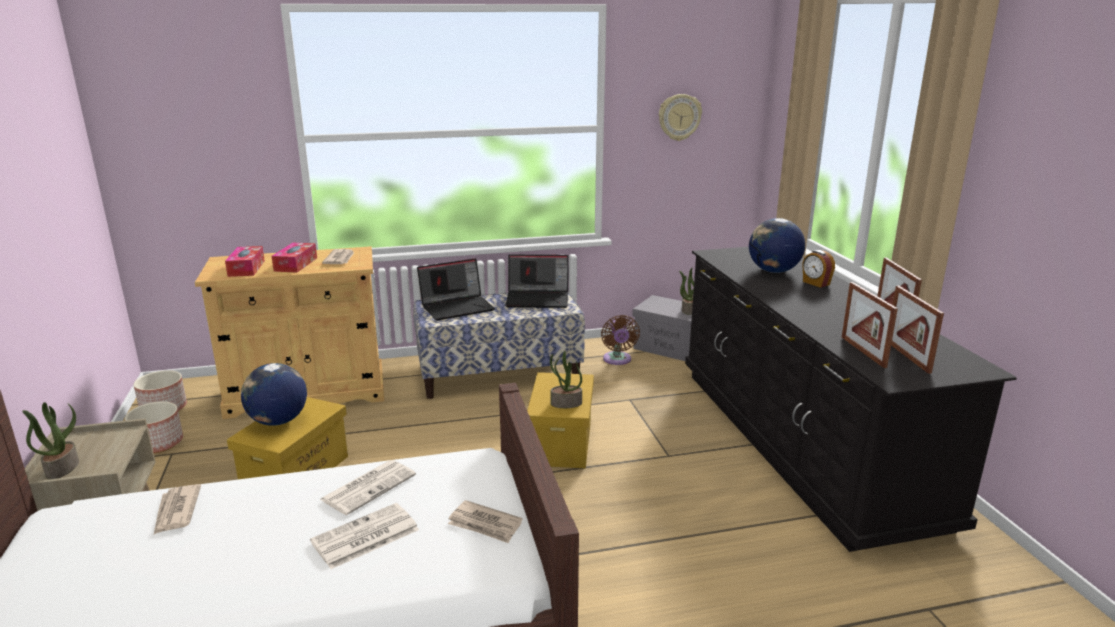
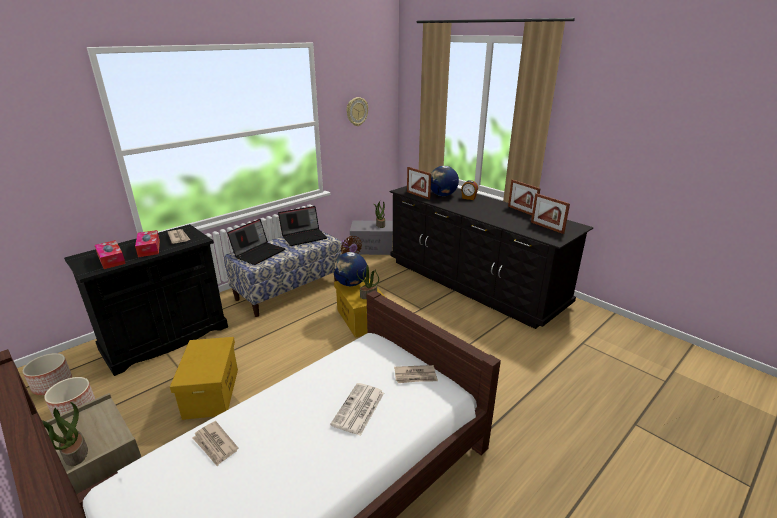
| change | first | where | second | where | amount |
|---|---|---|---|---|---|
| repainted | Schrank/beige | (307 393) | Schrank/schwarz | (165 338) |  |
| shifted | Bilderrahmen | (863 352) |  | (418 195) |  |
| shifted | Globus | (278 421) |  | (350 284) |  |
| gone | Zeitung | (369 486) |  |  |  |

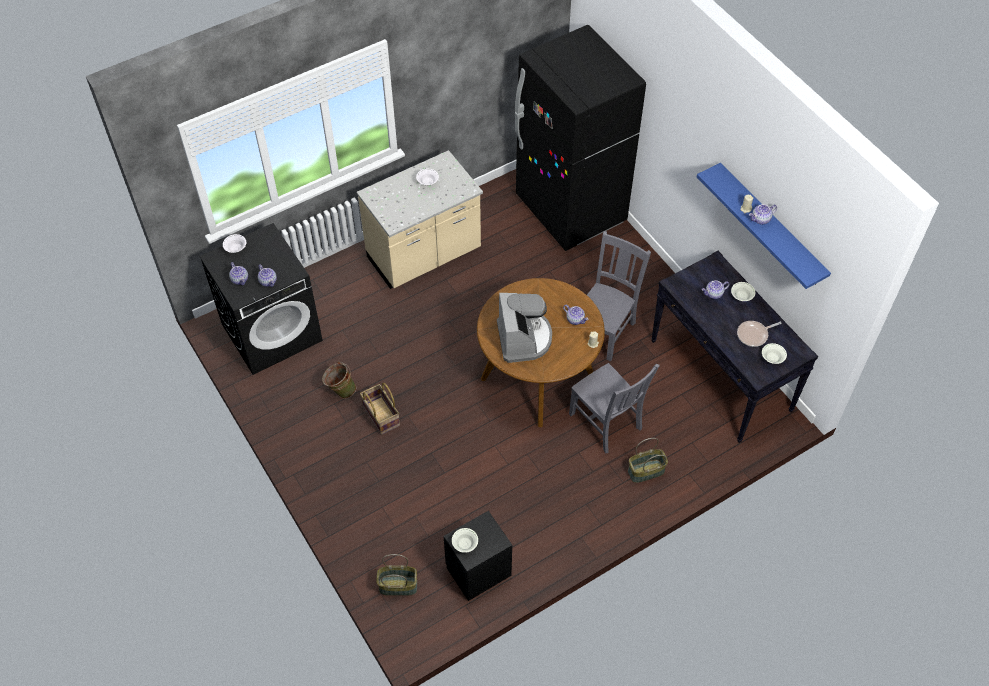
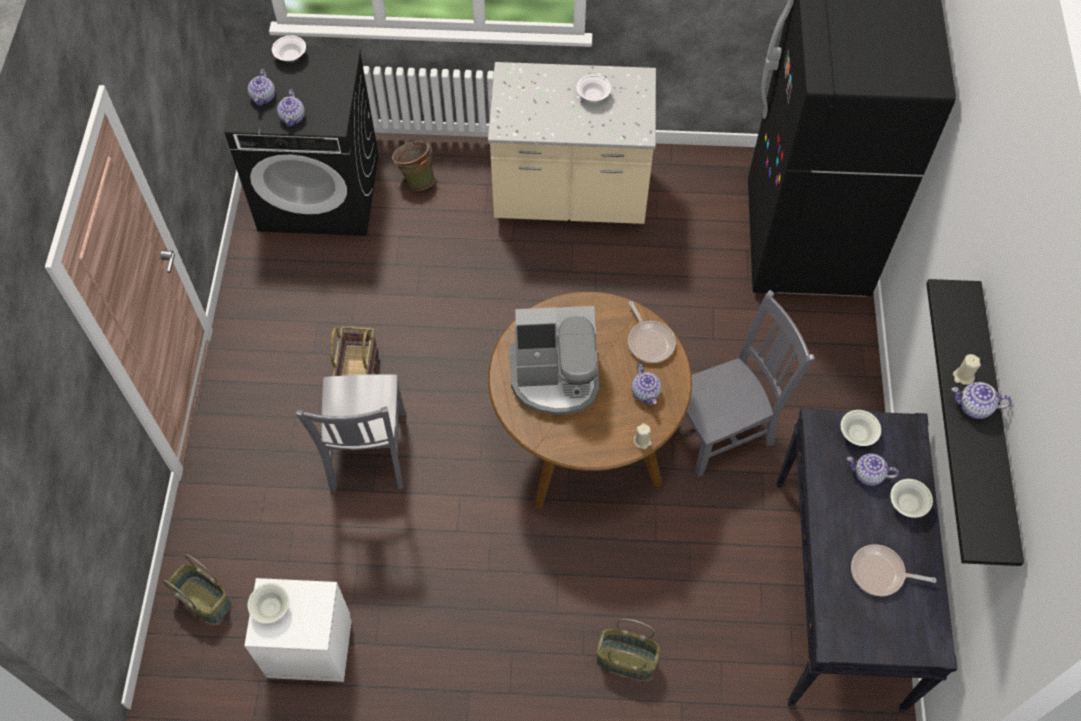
| change | first | where | second | where | amount |
|---|---|---|---|---|---|
| repainted | Wandregal/blau | (770 225) | Wandregal/schwarz | (992 425) |  |
| rotated | Kaffeemaschine | (524 338) |  | (555 377) | 60 degrees clockwise |
| shifted | Schüssel/weiß | (772 359) |  | (857 434) |  |
| shifted | Eimer/grün | (340 390) |  | (416 179) |  |
| shifted | Stuhl/grau | (606 423) |  | (367 453) |  |
| repainted | Nachttisch/schwarz | (477 571) | Nachttisch/weiß | (308 646) |  |
| new |  |  | Pfanne | (649 341) |  |

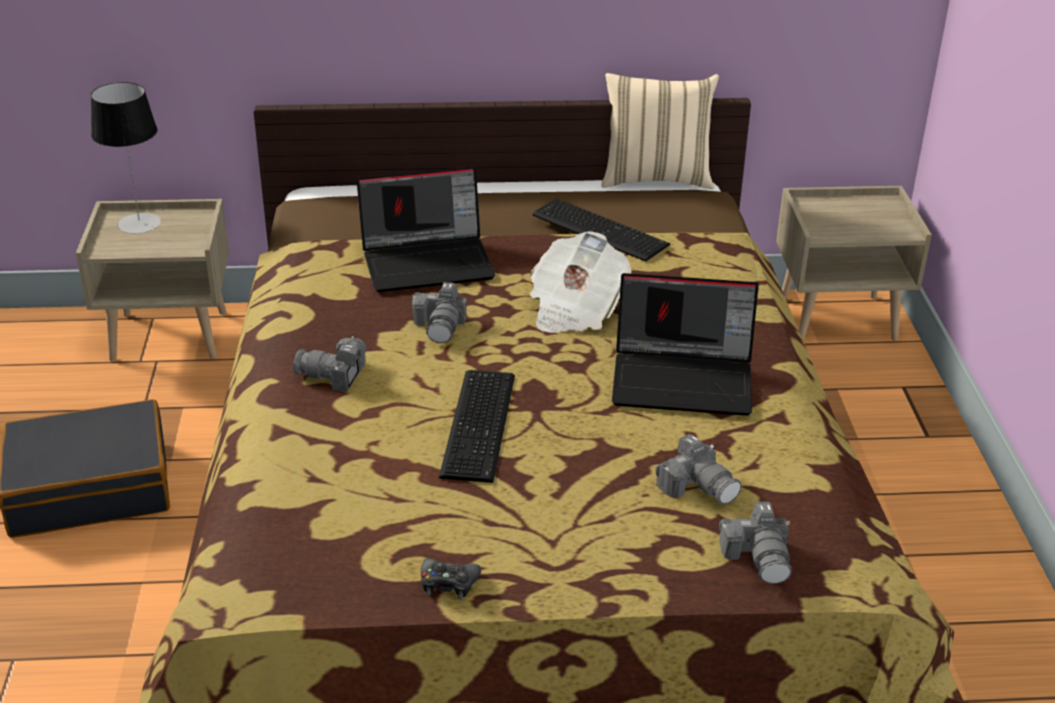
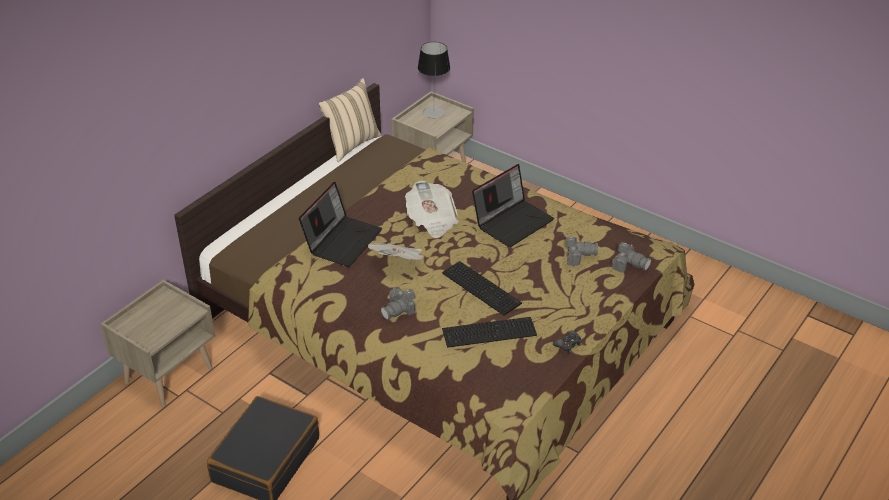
| change | first | where | second | where | amount |
|---|---|---|---|---|---|
| shifted | Tischlampe | (139 223) |  | (434 112) |  |
| shifted | Tastatur | (600 228) |  | (487 331) |  |
| swapped | Kamera | (441 326) | Zeitung | (399 262) |  |

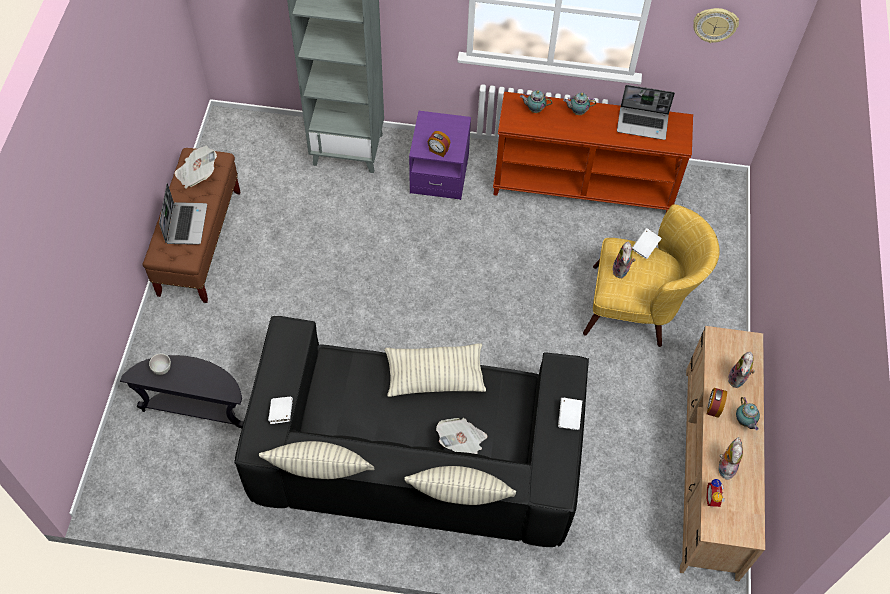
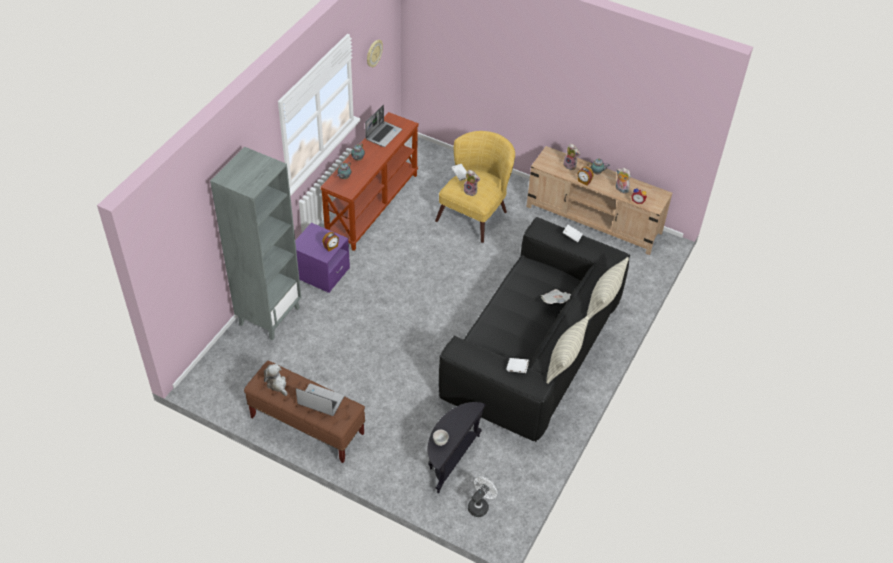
| change | first | where | second | where | amount |
|---|---|---|---|---|---|
| swapped | Zeitung | (197 174) | Plüschtier | (277 384) |  |
| gone | Kissen | (434 376) |  |  |  |
| new |  |  | Ventilator/weiß | (480 505) |  |

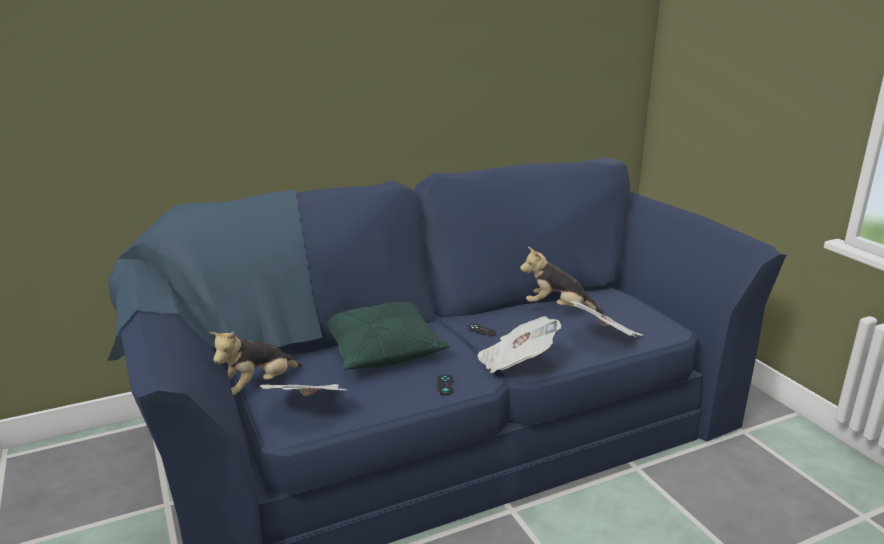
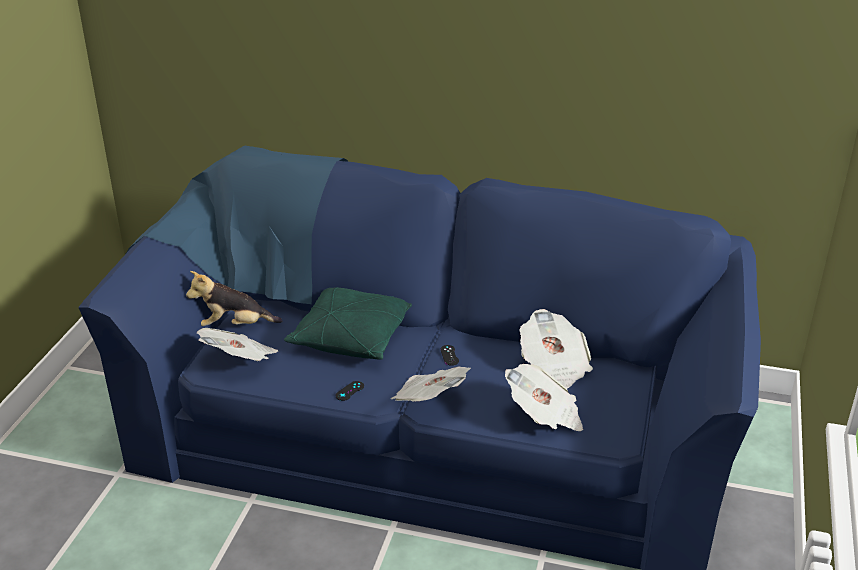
| change | first | where | second | where | amount |
|---|---|---|---|---|---|
| swapped | Plüschtier | (558 308) | Zeitung | (554 366) |  |

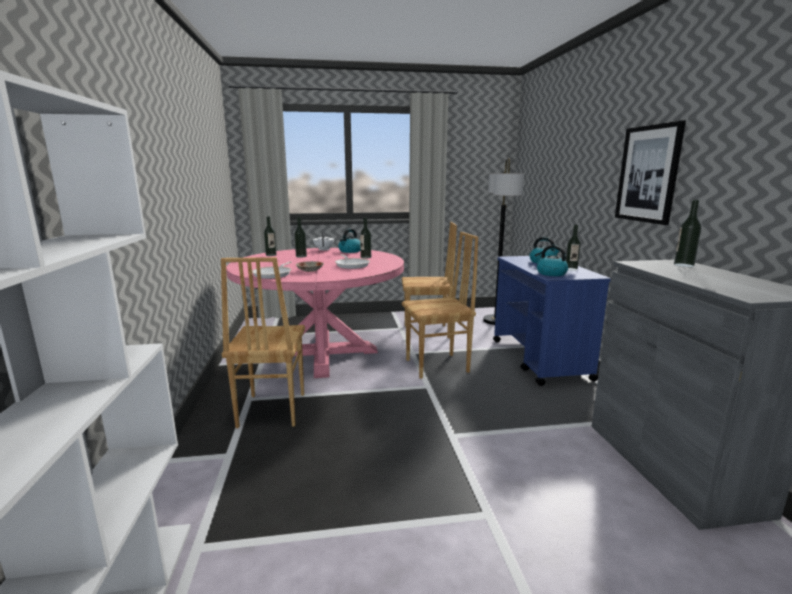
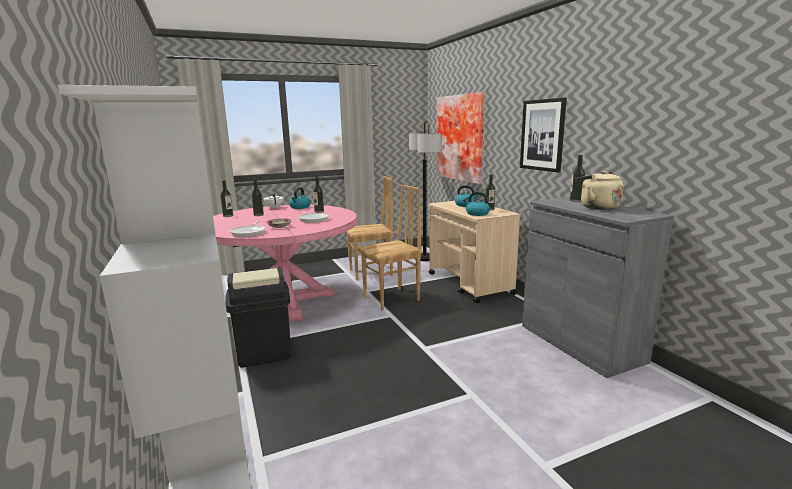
| change | first | where | second | where | amount |
|---|---|---|---|---|---|
| repainted | Rollwagen/blau | (540 359) | Rollwagen/beige | (469 284) |  |
| swapped | Stuhl/braun | (270 410) | Mülleimer/schwarz | (264 353) |  |
| new |  |  | Bild | (461 138) |  |
| new |  |  | Wasserkessel/beige | (597 207) |  |

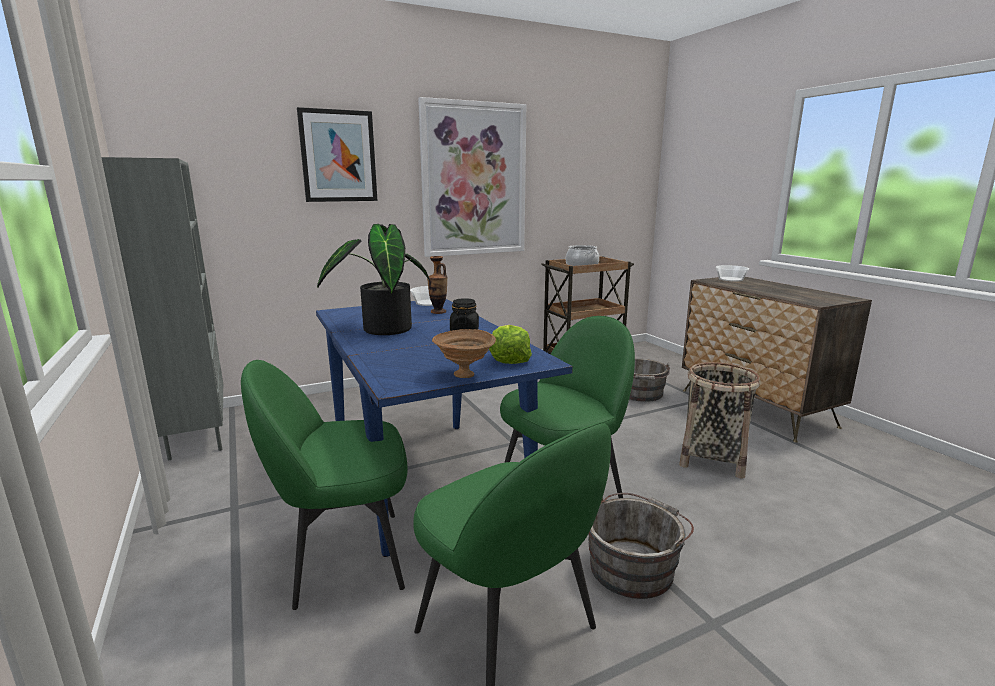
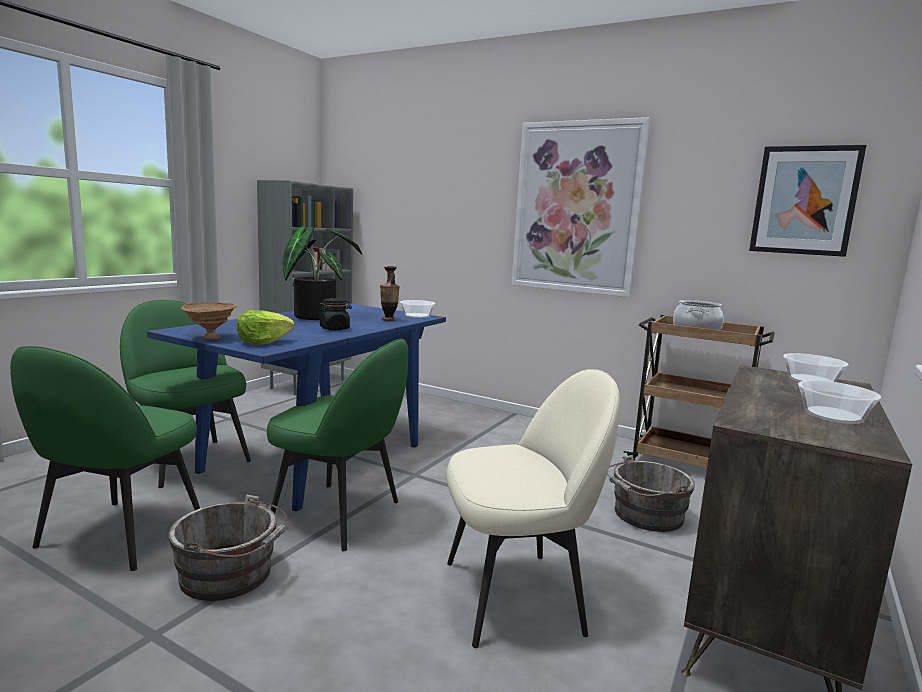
| change | first | where | second | where | amount |
|---|---|---|---|---|---|
| shifted | Bild | (338 156) |  | (804 200) |  |
| swapped | Korb | (713 459) | Stuhl/beige | (517 596) |  |
| new |  |  | Schüssel | (832 415) |  |

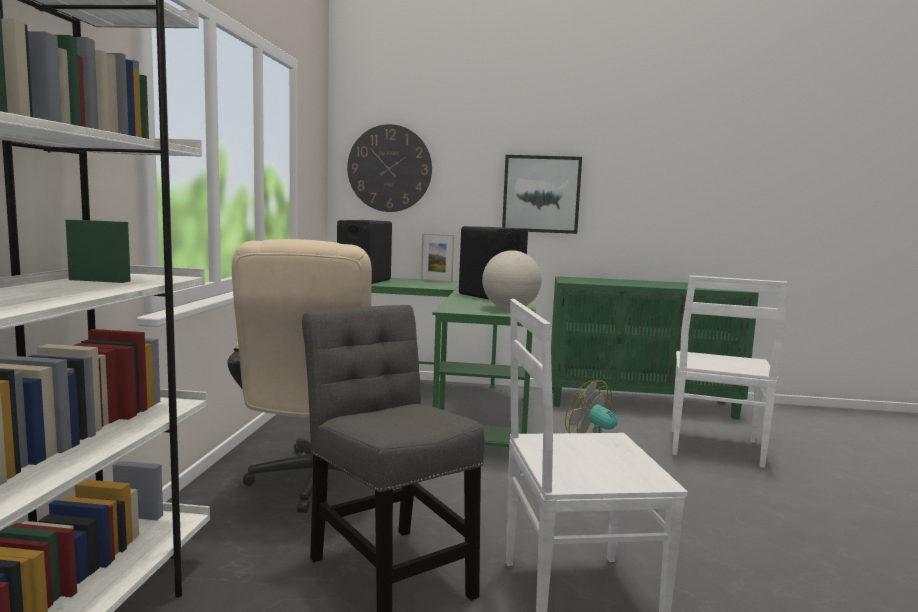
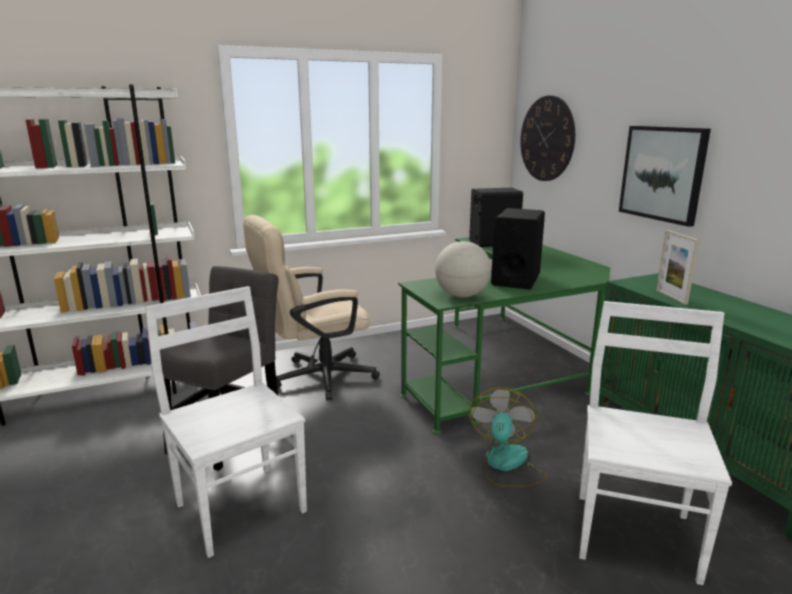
| change | first | where | second | where | amount |
|---|---|---|---|---|---|
| shifted | Bilderrahmen | (436 281) |  | (671 297) |  |
| rotated | Stuhl/weiß | (714 449) |  | (635 533) | 120 degrees clockwise |

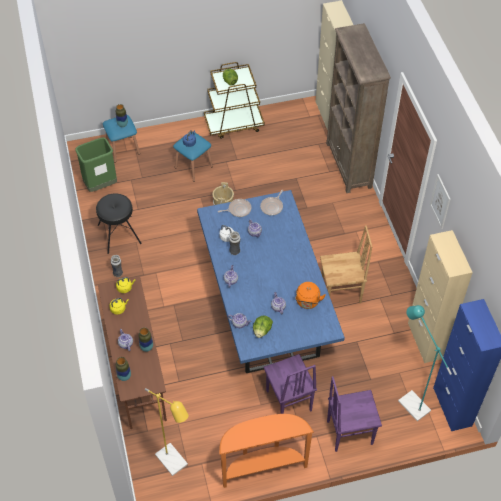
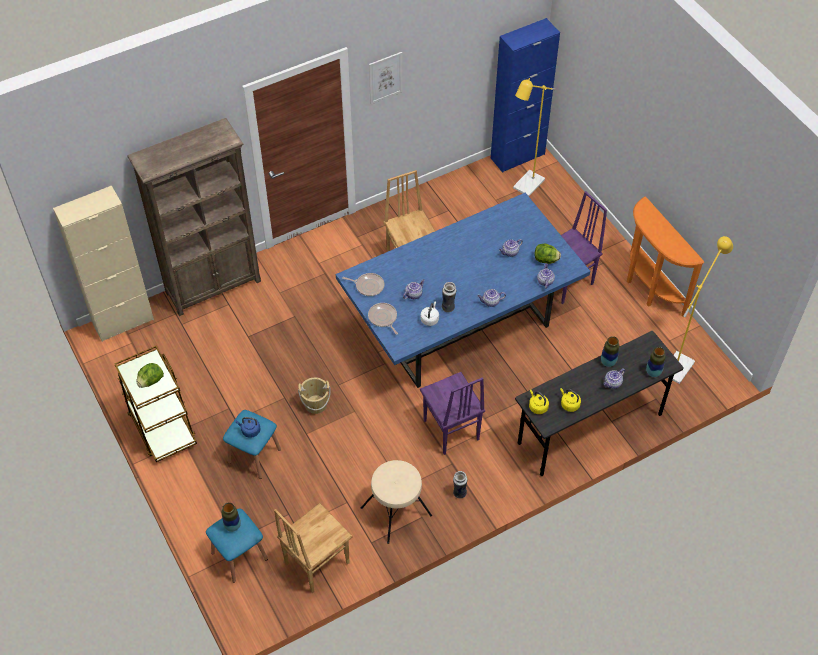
| change | first | where | second | where | amount |
|---|---|---|---|---|---|
| swapped | Mülleimer/grün | (101 185) | Stuhl/braun | (316 563) |  |
| repainted | Hocker/schwarz | (119 234) | Hocker/beige | (396 512) |  |
| gone | Schrank/beige | (426 340) |  |  |  |
| repainted | Schreibtisch/braun | (137 372) | Schreibtisch/grau | (590 430) |  |
| gone | Wasserkessel/orange | (307 302) |  |  |  |
| repainted | Stehlampe/türkis | (410 401) | Stehlampe/gelb | (525 187) |  |
| shifted | Stuhl/lila | (349 432) |  | (450 430) |  |

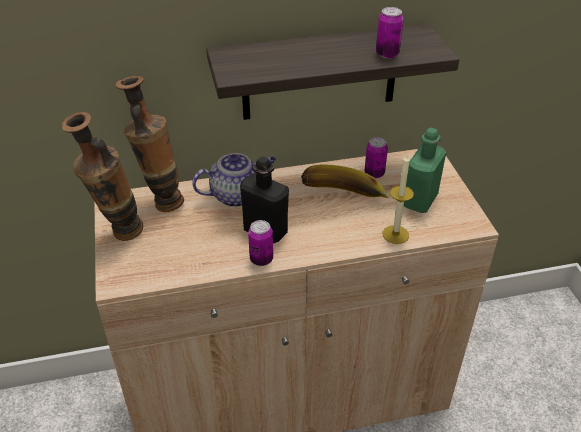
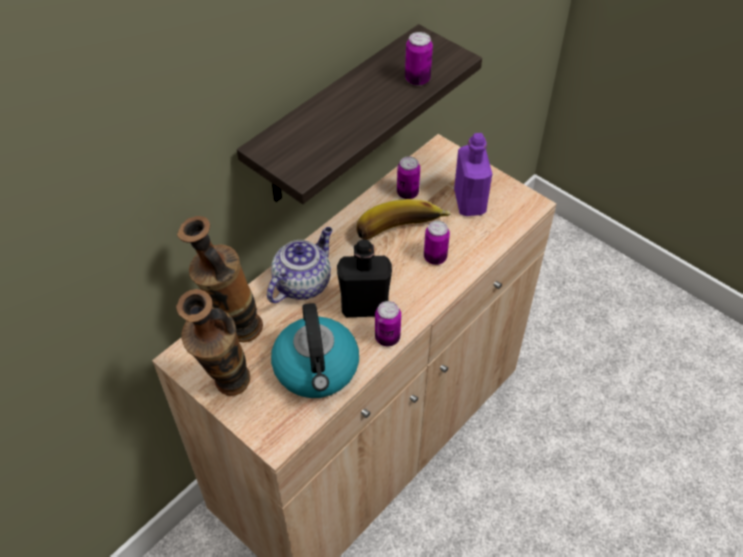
| change | first | where | second | where | amount |
|---|---|---|---|---|---|
| repainted | Flasche/grün | (420 200) | Flasche/lila | (469 202) |  |
| gone | Kerze | (395 234) |  |  |  |
| new |  |  | Dose | (435 257) |  |
| new |  |  | Wasserkessel | (317 369) |  |

